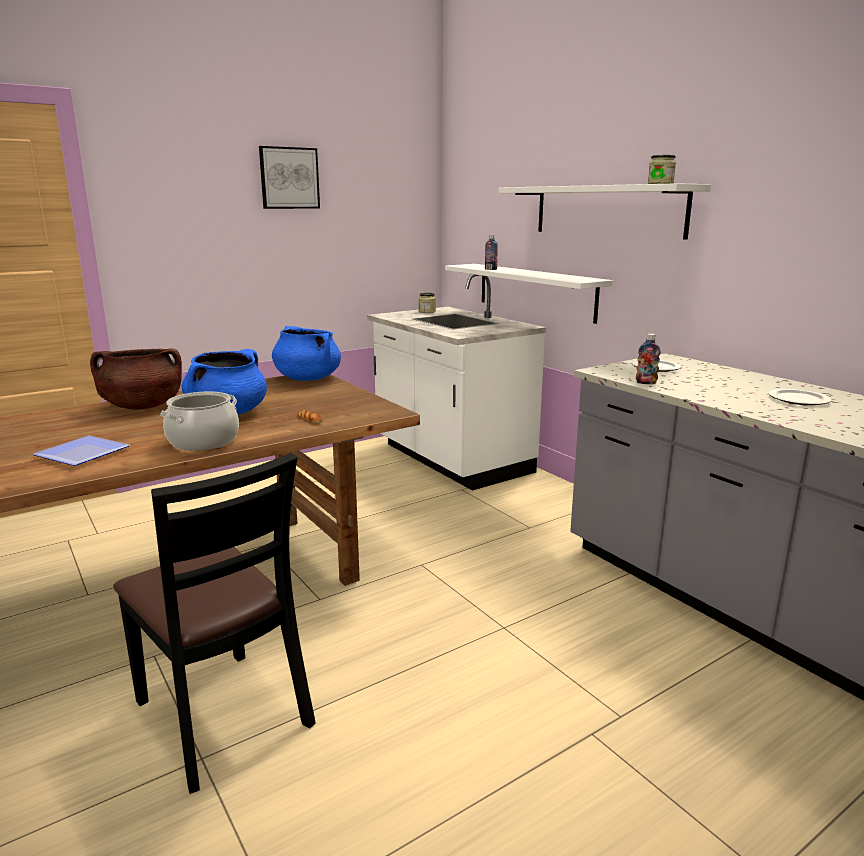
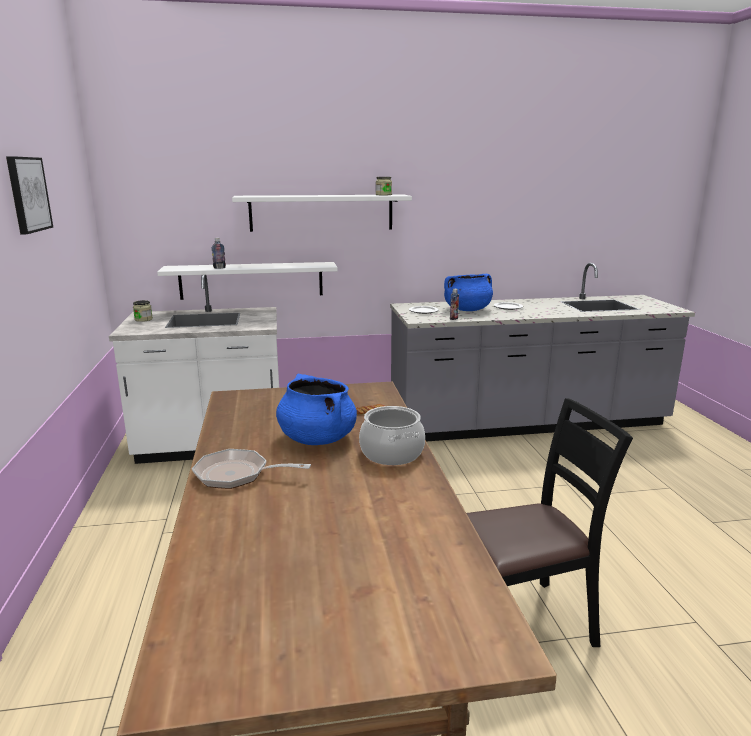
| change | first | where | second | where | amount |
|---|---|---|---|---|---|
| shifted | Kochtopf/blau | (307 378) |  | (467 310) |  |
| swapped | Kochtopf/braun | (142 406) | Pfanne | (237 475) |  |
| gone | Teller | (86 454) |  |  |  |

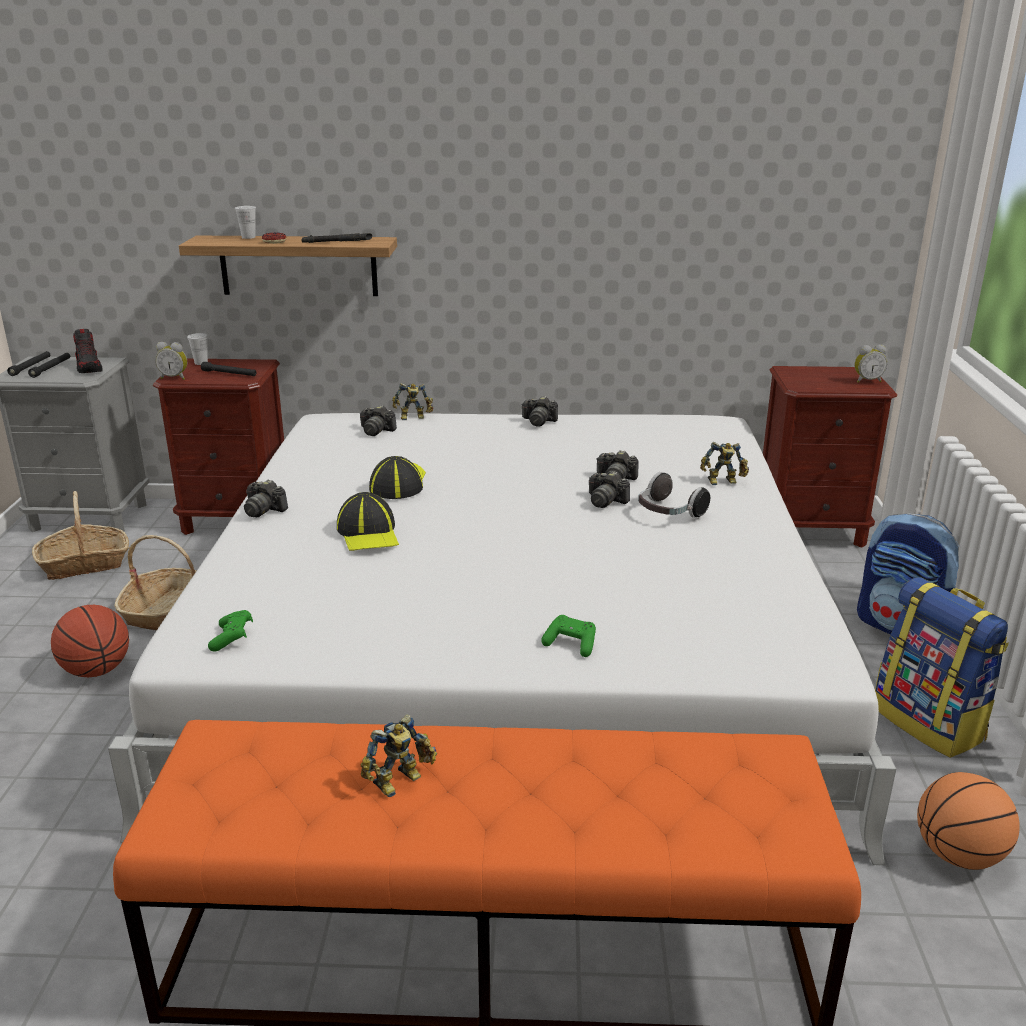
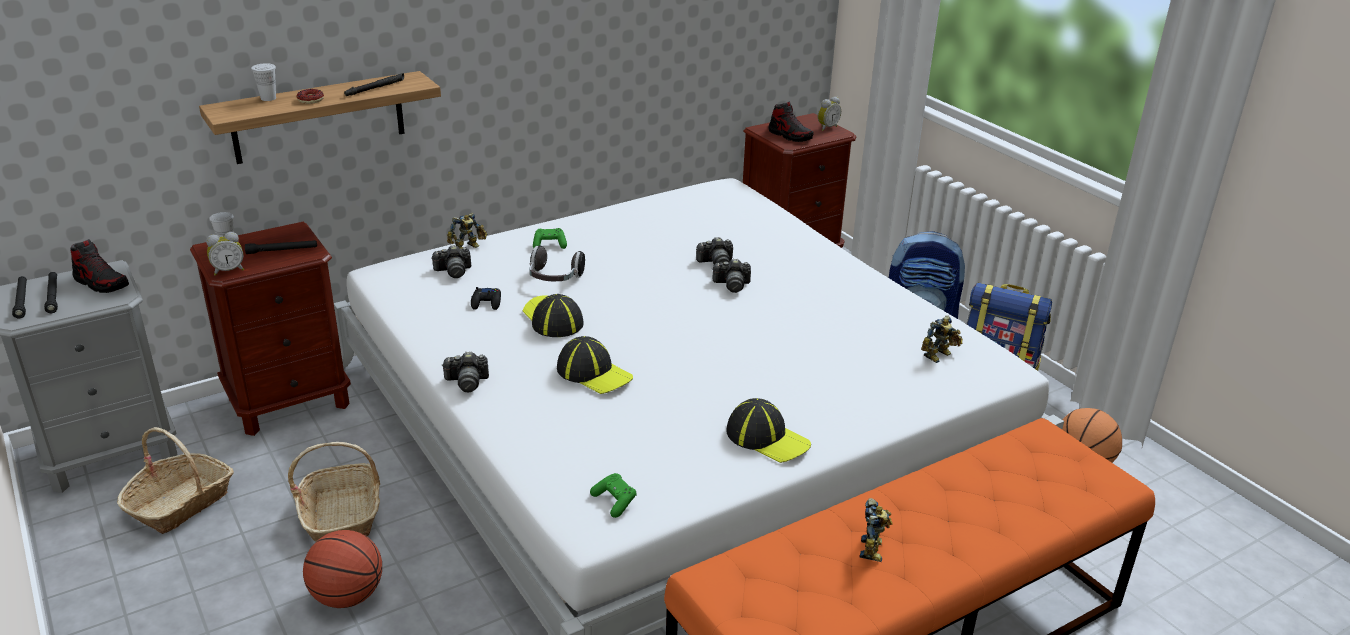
| change | first | where | second | where | amount |
|---|---|---|---|---|---|
| gone | Kamera | (538 421) |  |  |  |
| shifted | Spielzeugroboter | (723 482) |  | (939 356) |  |
| shifted | Kopfhörer | (668 513) |  | (554 279) |  |
| shifted | Gamepad/grün | (571 644) |  | (549 245) |  |
| new |  |  | Schuh | (790 136) |  |
| new |  |  | Gamepad/schwarz | (487 303) |  |
| new |  |  | Kappe | (767 438) |  |

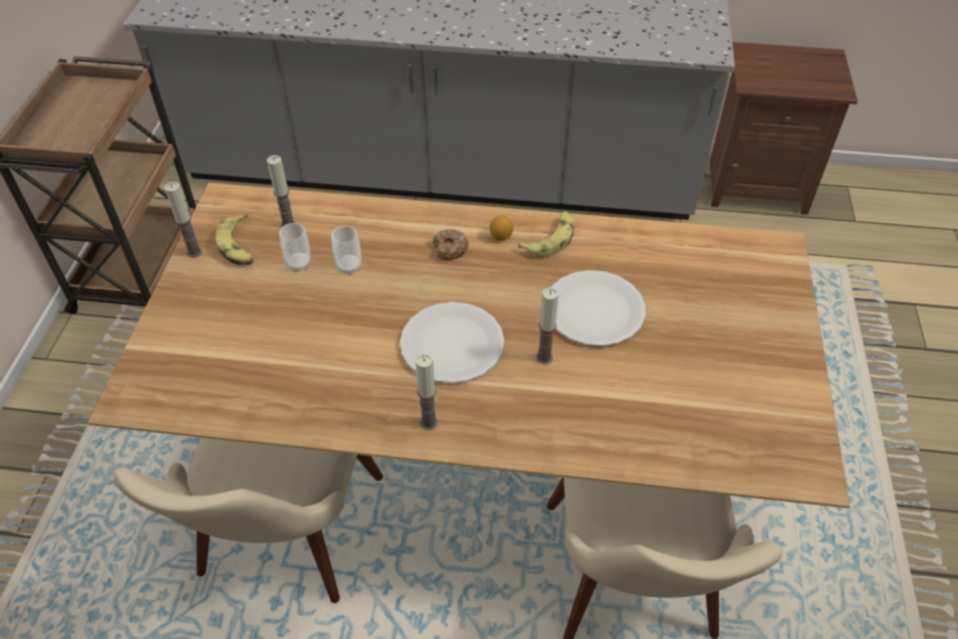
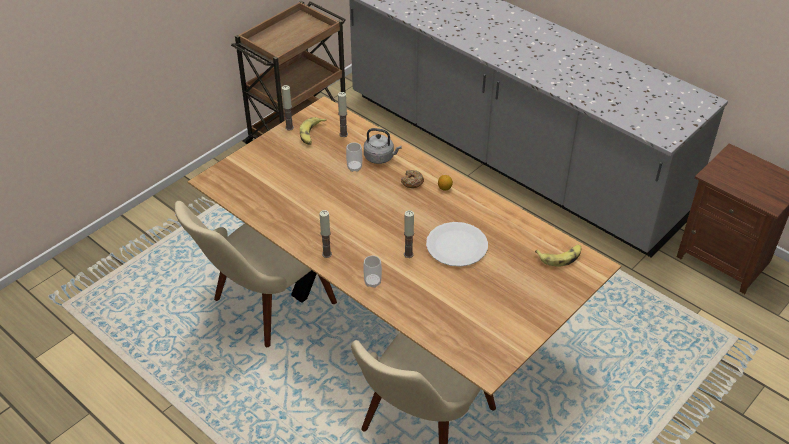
| change | first | where | second | where | amount |
|---|---|---|---|---|---|
| shifted | Banane | (550 239) |  | (560 257) |  |
| shifted | Tasse | (299 264) |  | (372 282) |  |
| gone | Teller/weiß | (452 344) |  |  |  |
| new |  |  | Wasserkessel/grau | (380 157) |  |

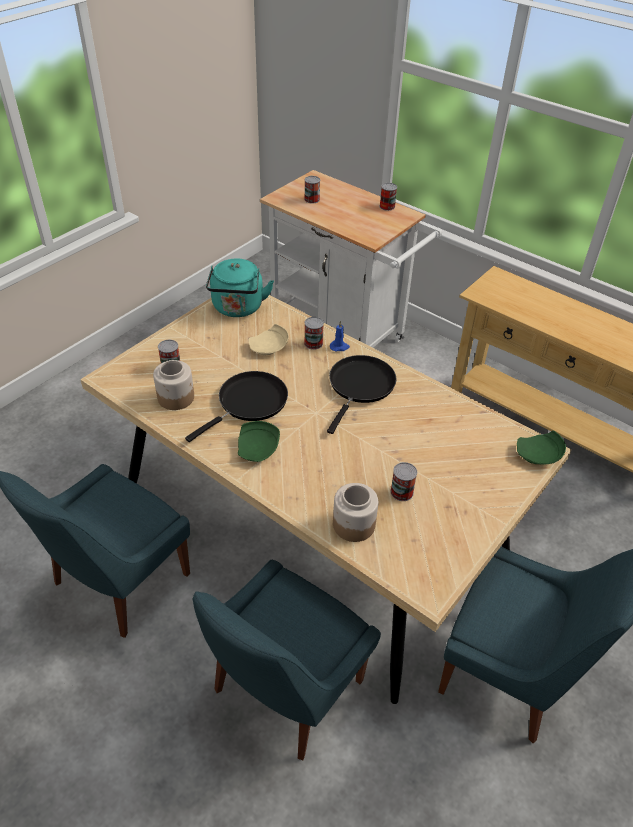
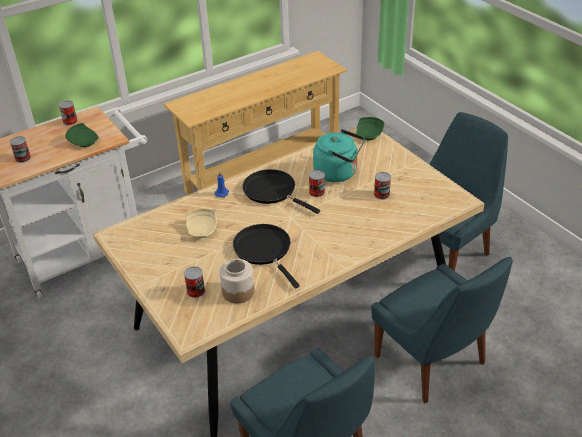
| change | first | where | second | where | amount |
|---|---|---|---|---|---|
| shifted | Wasserkessel/türkis | (238 308) |  | (338 173) |  |
| shifted | Dose | (313 343) |  | (316 192) |  |
| shifted | Teller/grün | (258 449) |  | (84 141) |  |
| gone | Vorratsglas | (353 524) |  |  |  |

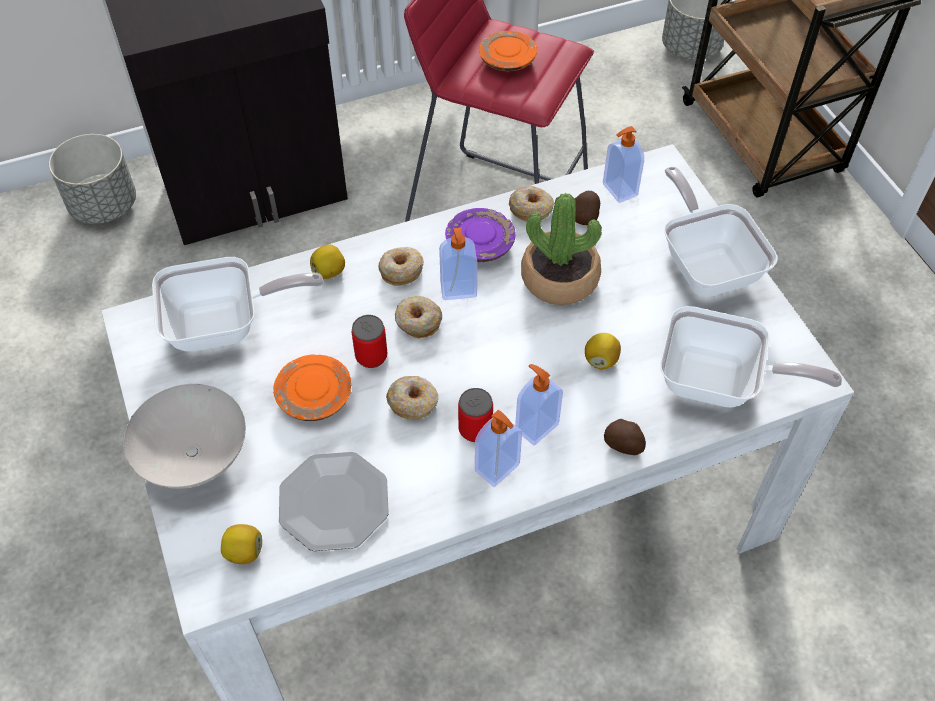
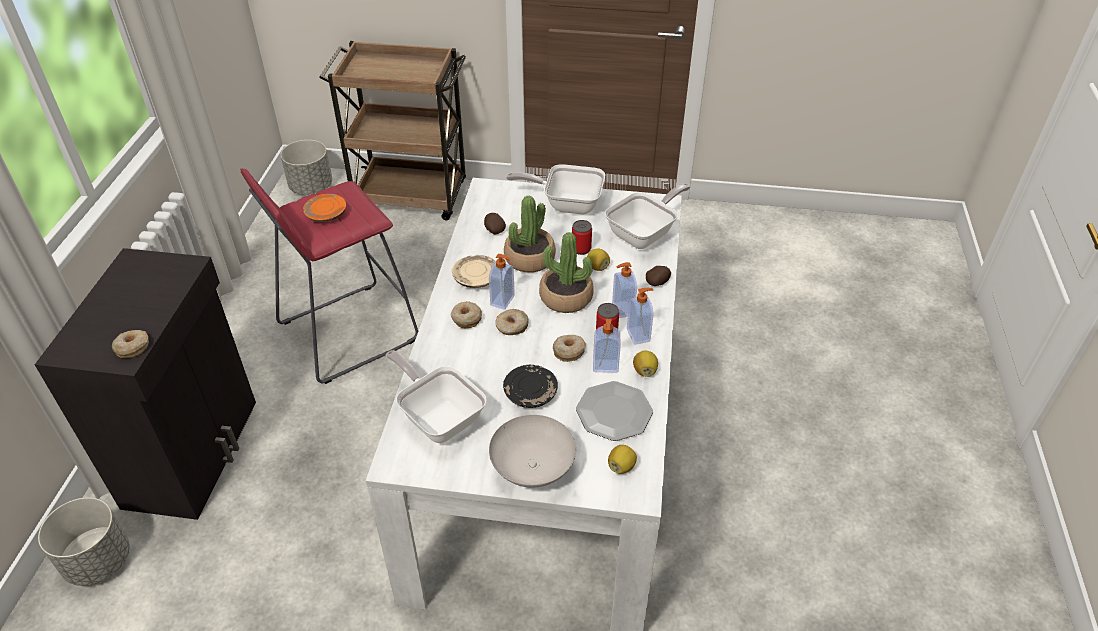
| change | first | where | second | where | amount |
|---|---|---|---|---|---|
| shifted | Seifenspender | (618 190) |  | (605 367) |  |
| shifted | Donut | (531 209) |  | (132 347) |  |
| repainted | Teller/lila | (480 244) | Teller/beige | (476 278) |  |
| shifted | Zitrone | (329 271) |  | (644 371) |  |
| rotated | Pfanne | (225 326) |  | (439 417) | 60 degrees counterclockwise |
| shifted | Dose | (371 356) |  | (581 249) |  |
| repainted | Teller/orange | (315 396) | Teller/schwarz | (530 393) |  |
| new |  |  | Topfpflanze | (566 297) |  |

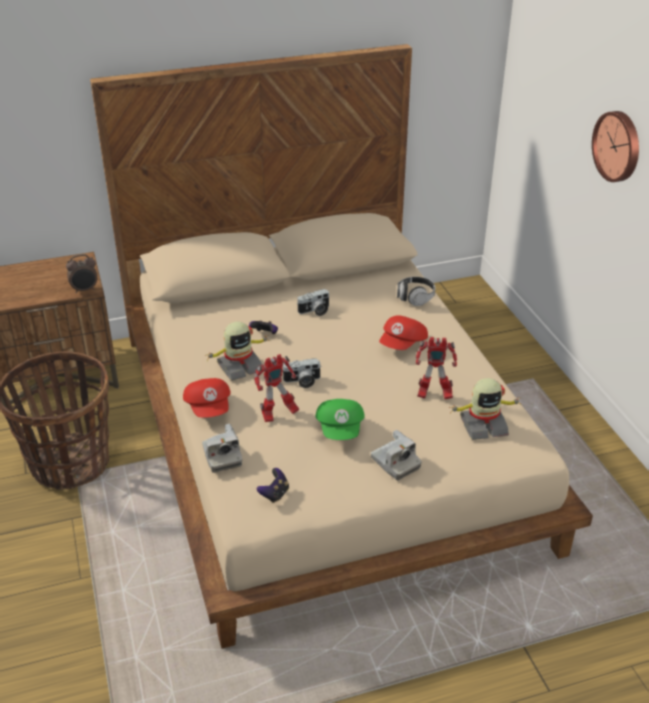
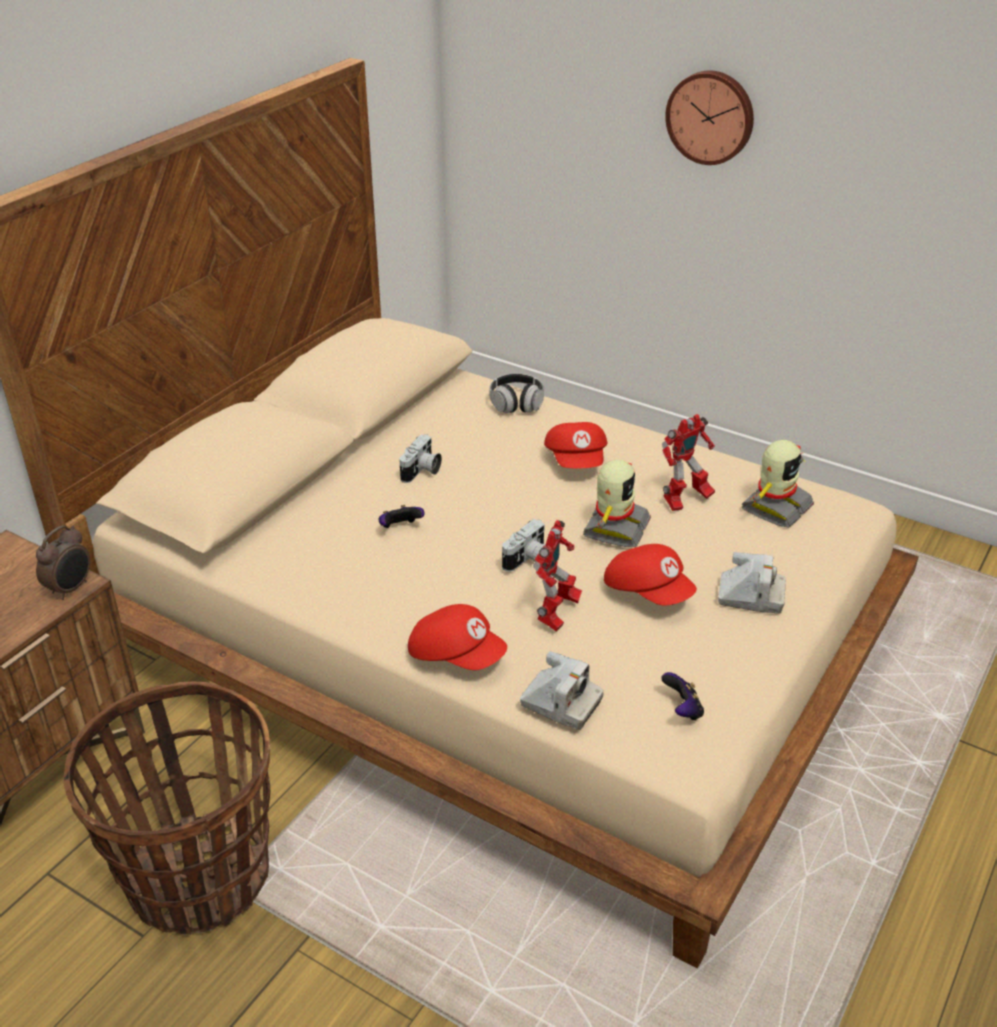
| change | first | where | second | where | amount |
|---|---|---|---|---|---|
| shifted | Spielzeugroboter | (239 366) |  | (614 528) |  |
| repainted | Kappe/grün | (341 429) | Kappe/rot | (648 591) |  |

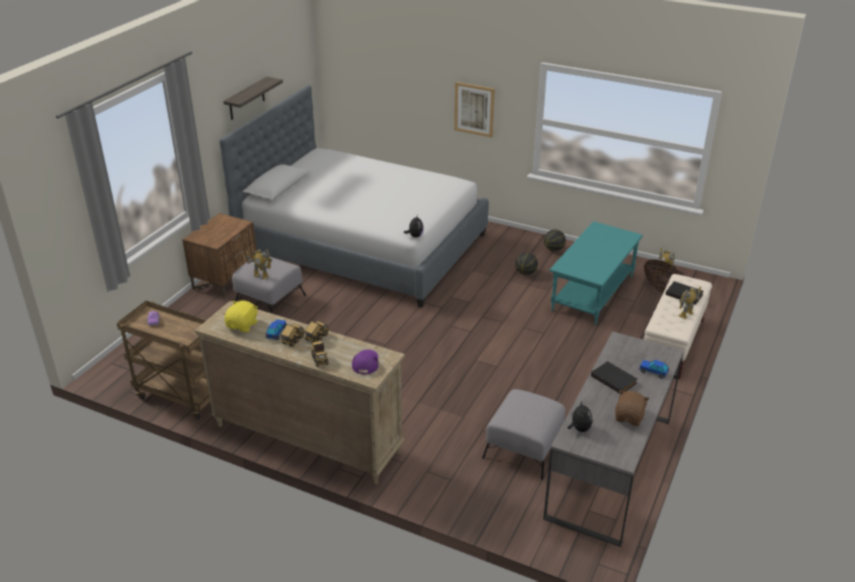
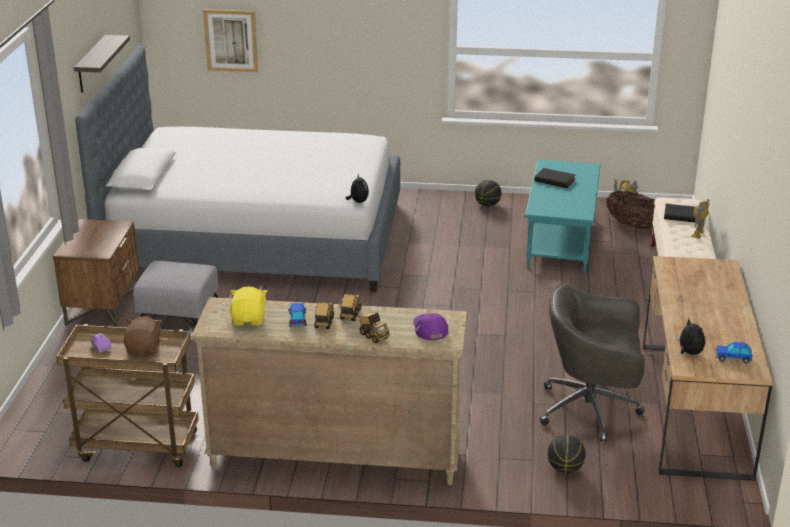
| change | first | where | second | where | amount |
|---|---|---|---|---|---|
| shifted | Bild | (474 109) |  | (231 40) |  |
| gone | Spielzeugroboter | (261 275) |  |  |  |
| shifted | Basketball | (526 273) |  | (565 468) |  |
| repainted | Schreibtisch/grau | (610 467) | Schreibtisch/braun | (693 408) |  |
| shifted | Spielzeugauto | (653 372) |  | (733 358) |  |
| shifted | Buch/schwarz | (614 379) |  | (555 180) |  |
| swapped | Polsterhocker/grau | (524 448) | Bürostuhl/grau | (591 410) |  |
| shifted | Plüschtier/braun | (629 417) |  | (144 348) |  |

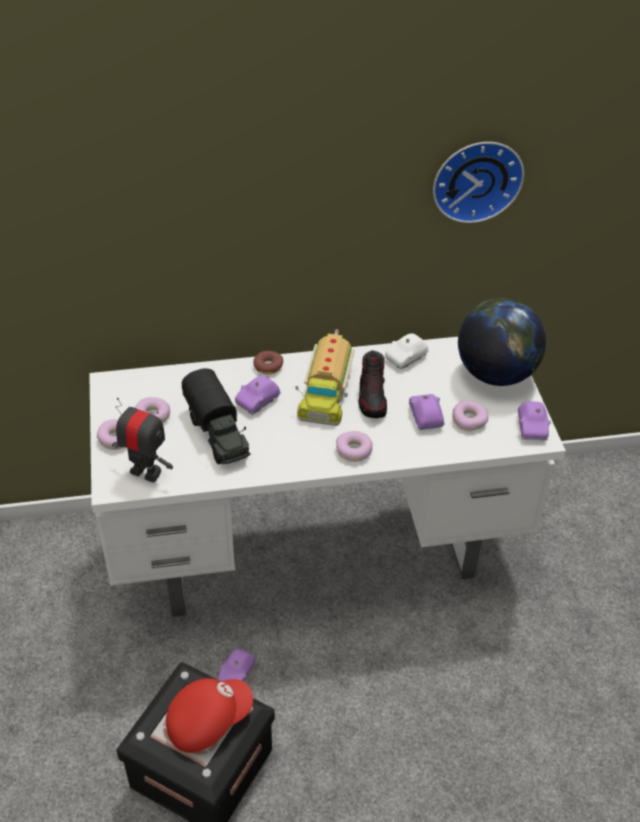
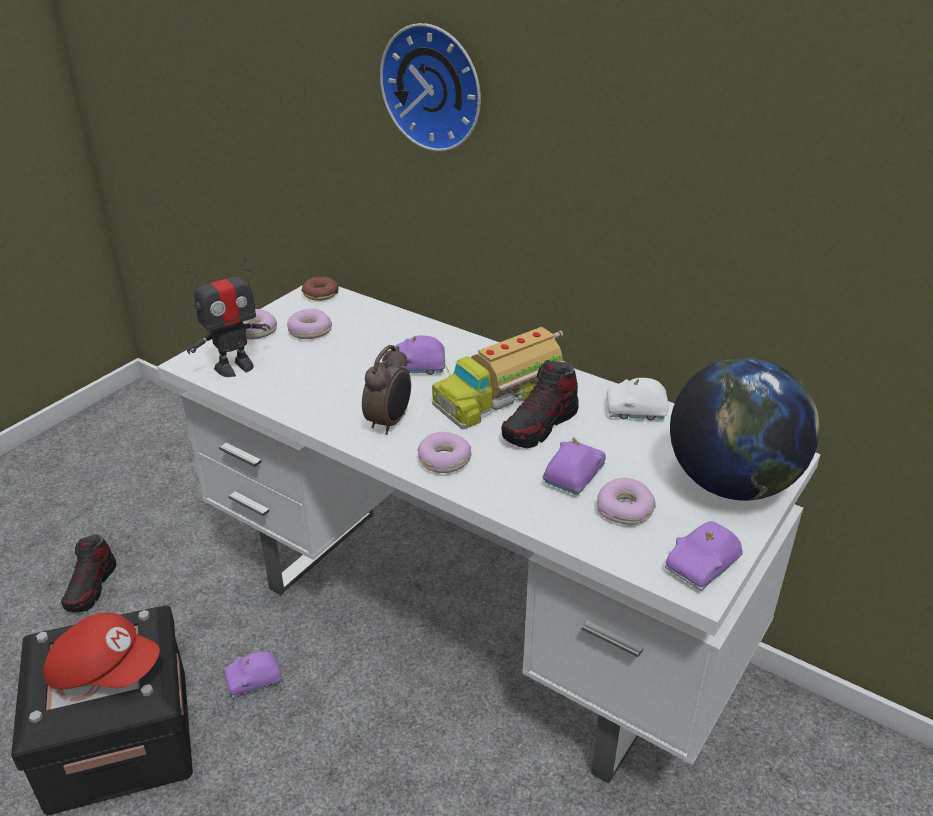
| change | first | where | second | where | amount |
|---|---|---|---|---|---|
| shifted | Wanduhr | (476 179) |  | (435 86) |  |
| shifted | Donut | (268 366) |  | (320 294) |  |
| gone | Spielzeuglaster | (218 434) |  |  |  |
| rotated | Spielzeugroboter | (145 472) |  | (234 367) | 75 degrees clockwise |
| new |  |  | Wecker | (390 422) |  |
| new |  |  | Schuh | (91 587) |  |

